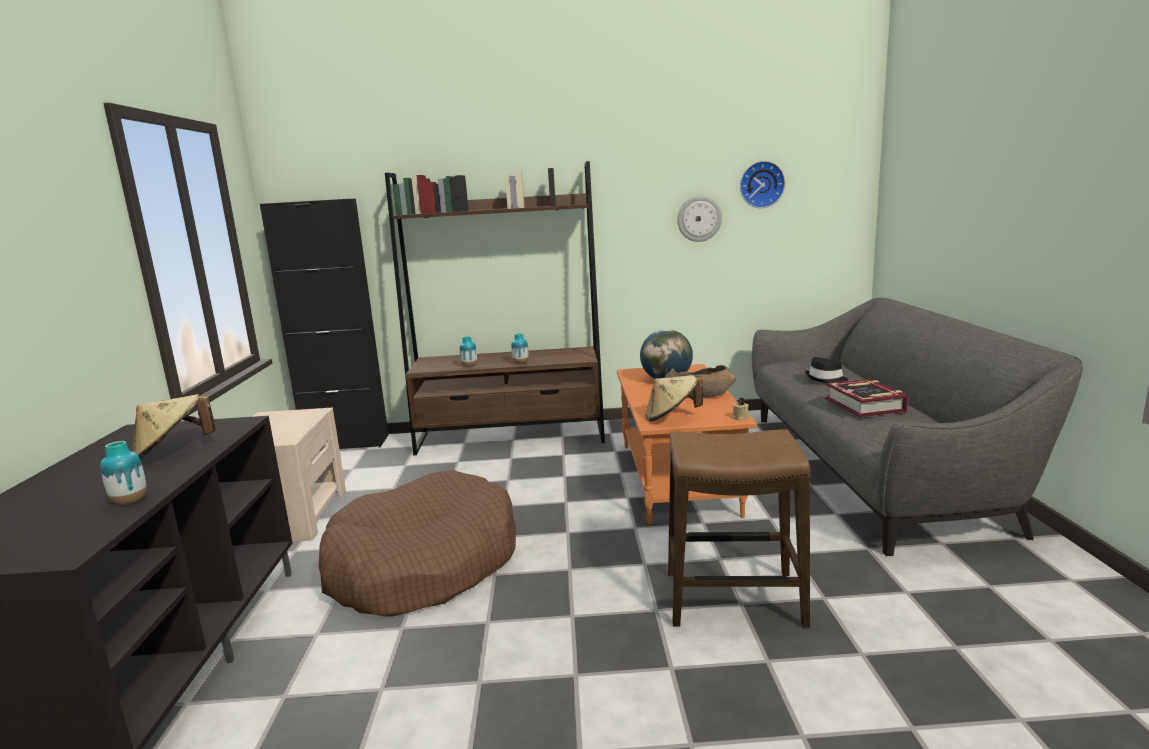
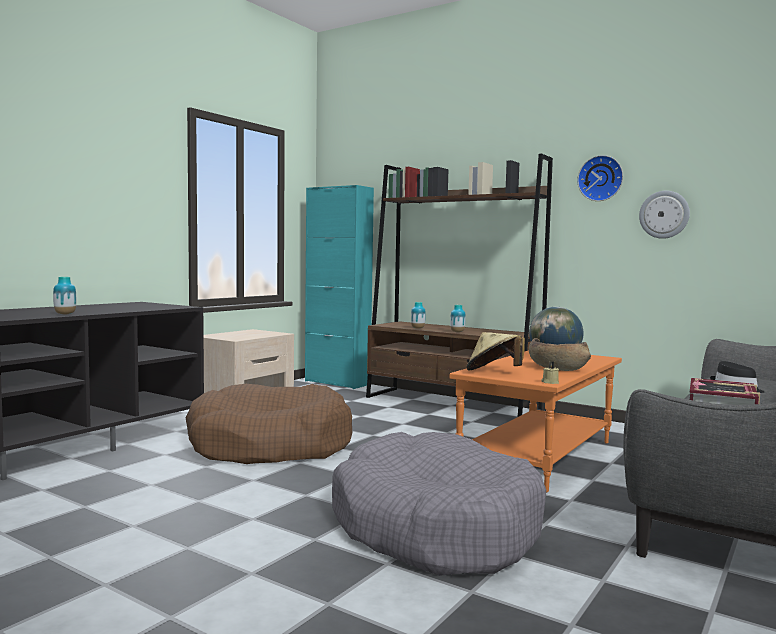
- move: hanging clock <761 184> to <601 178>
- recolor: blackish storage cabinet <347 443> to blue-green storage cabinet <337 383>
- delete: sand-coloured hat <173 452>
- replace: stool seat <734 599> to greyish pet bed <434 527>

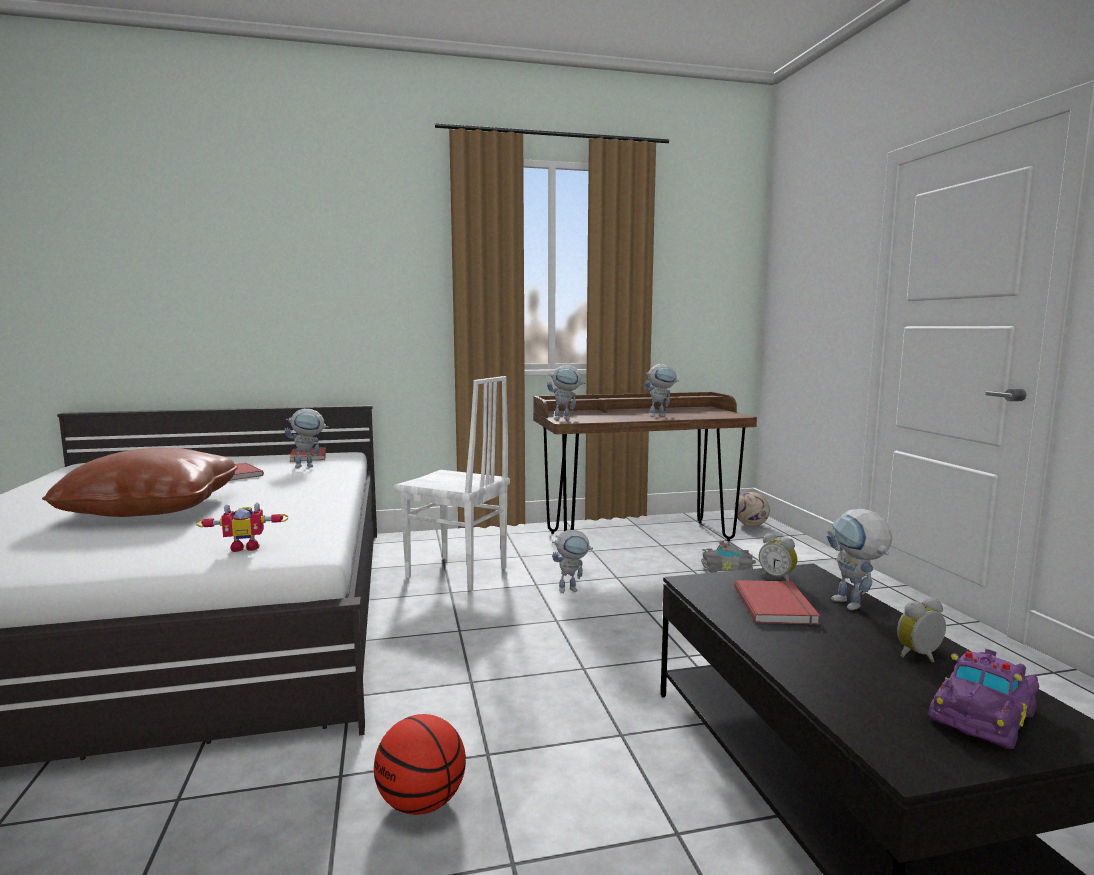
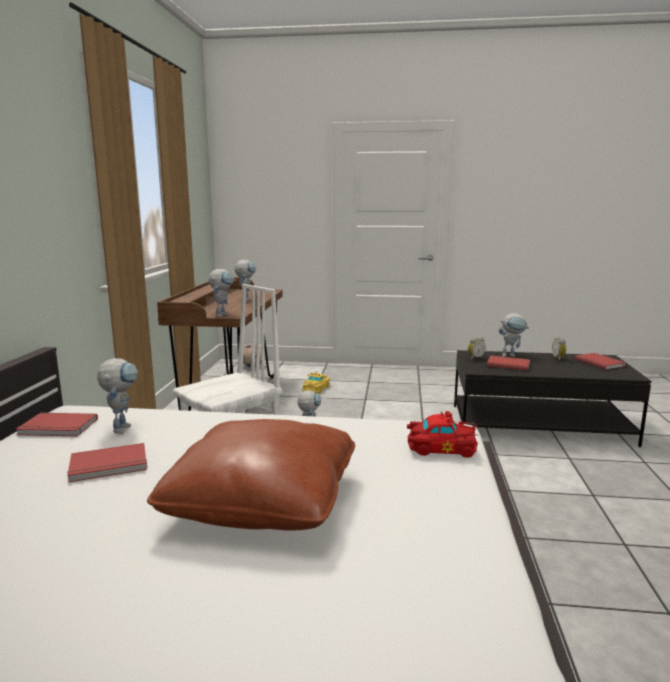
- replace: toy robot <246 547> to red-coloured toy car <439 448>
- recolor: greyish toy car <728 568> to yellow toy car <316 389>
- replace: purplish toy car <985 715> to red-coloured bound book <600 362>
- delete: basketball ball <422 803>

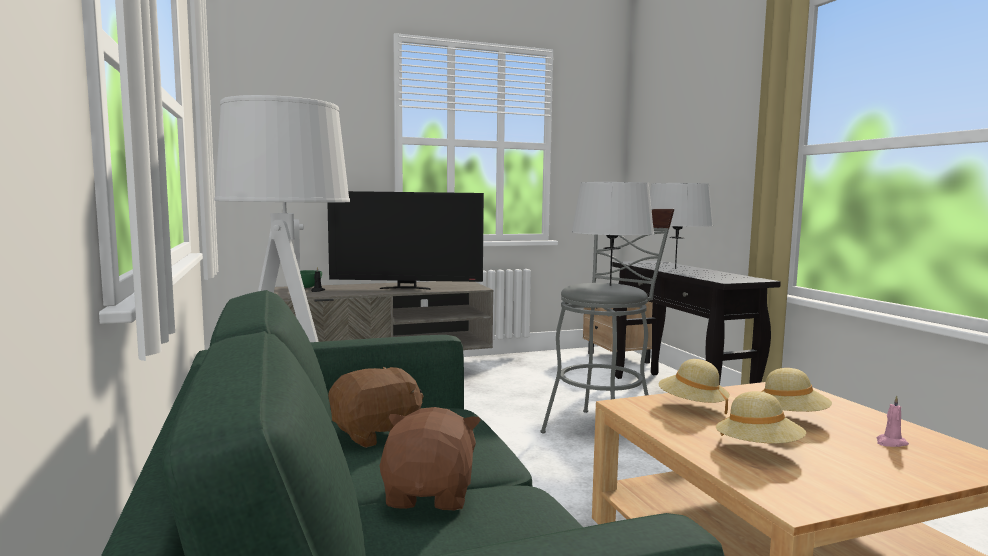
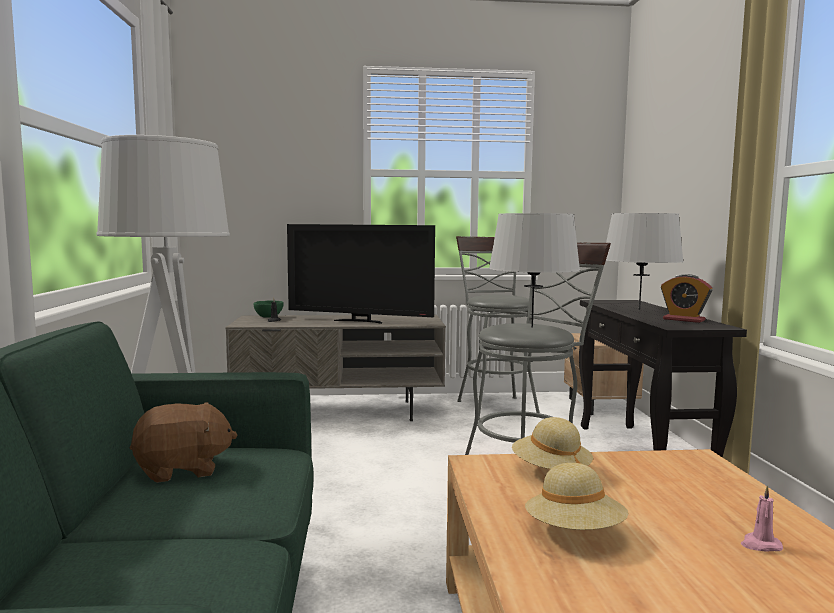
- delete: sand-coloured hat <790 418>
- delete: brown plush toy <430 494>
- insert: greyish stool seat <494 406>
- insert: alarm clock <684 320>

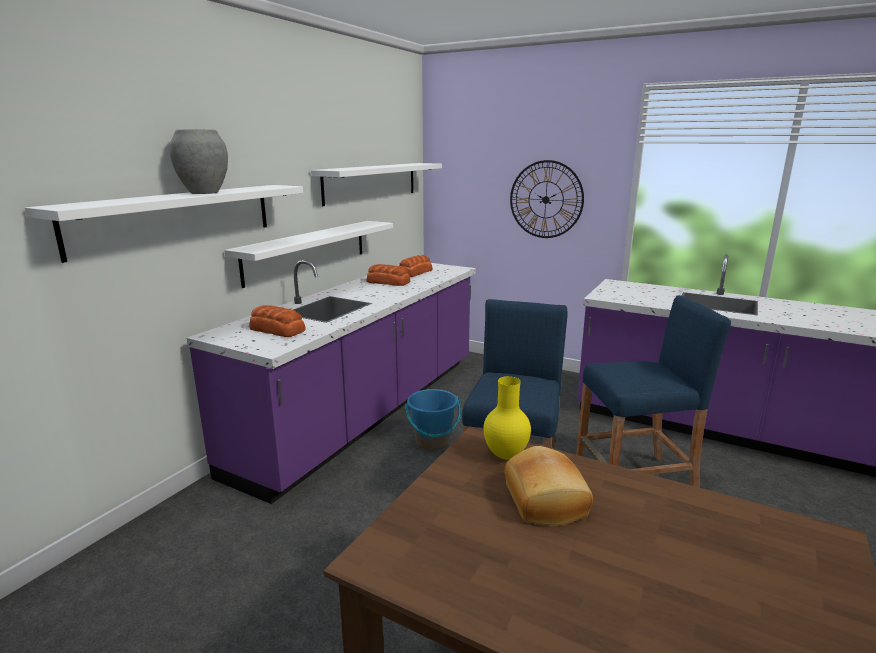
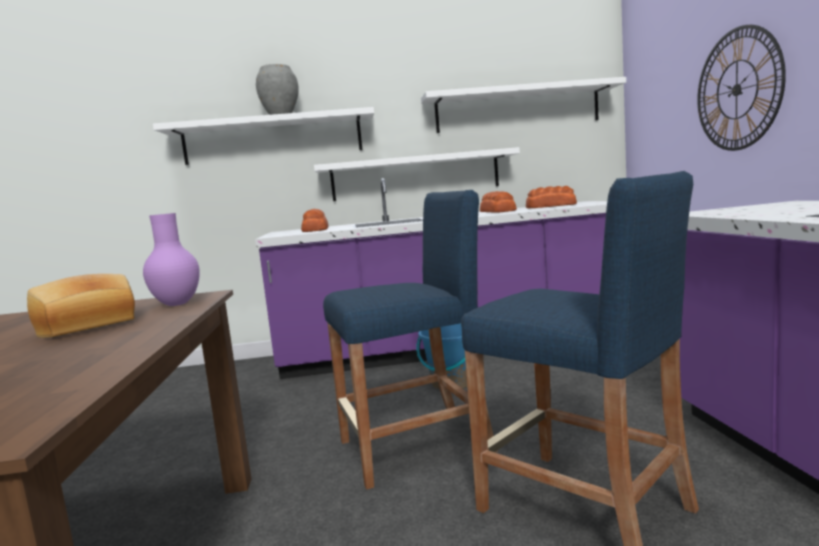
- recolor: yellow flower vase <506 456> to purplish flower vase <176 304>

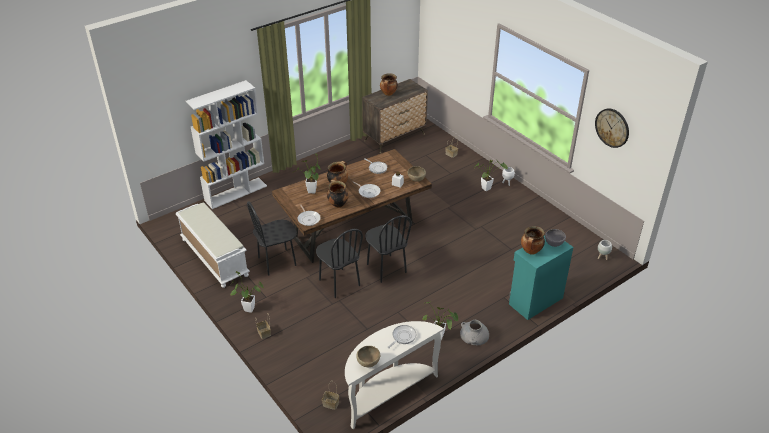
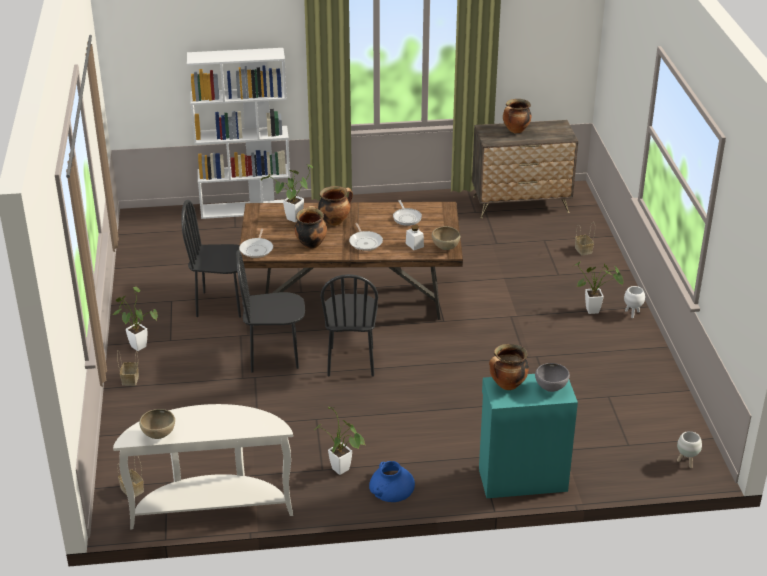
- delete: hanging clock <612 127>
- delete: white indoor bench <214 257>
- rotate: blackish upright chair <339 283> = <274 357> 90 degrees clockwise
- recolor: greyish flower vase <474 335> to blue-coloured flower vase <391 486>
- delete: frying pan <403 337>

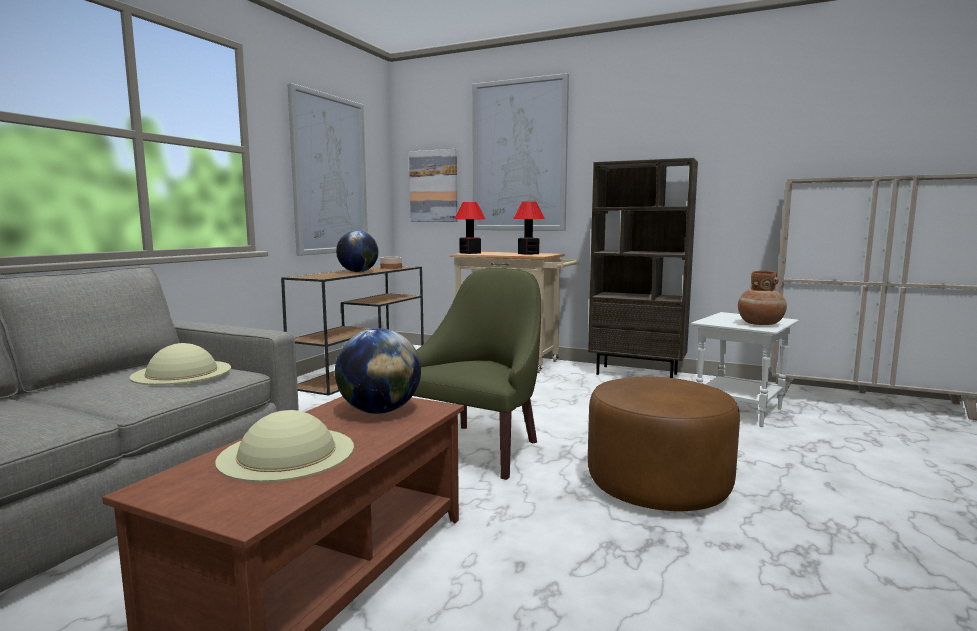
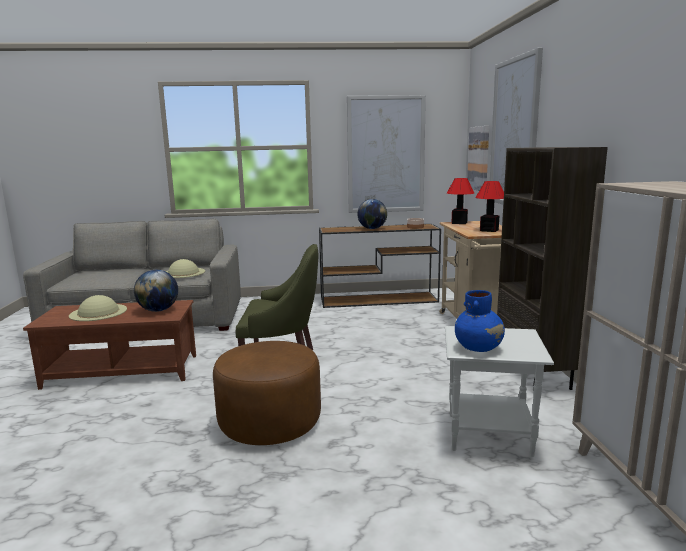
- recolor: brown flower vase <760 324> to blue-coloured flower vase <479 348>

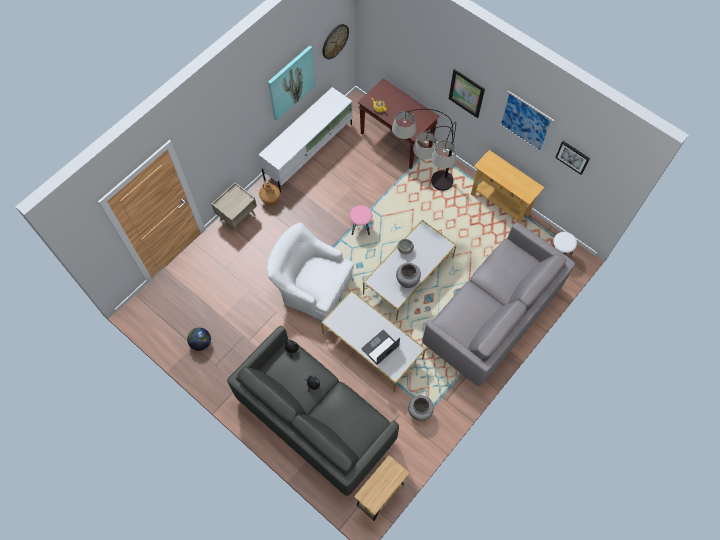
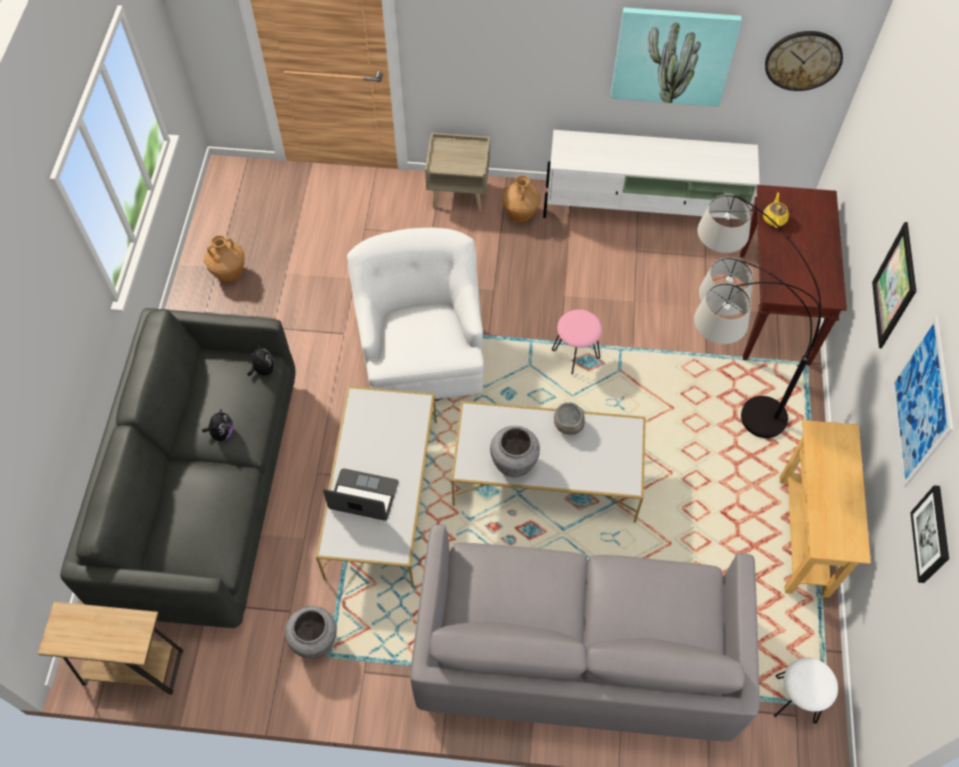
- replace: desk globe <201 343> to brown flower vase <230 273>

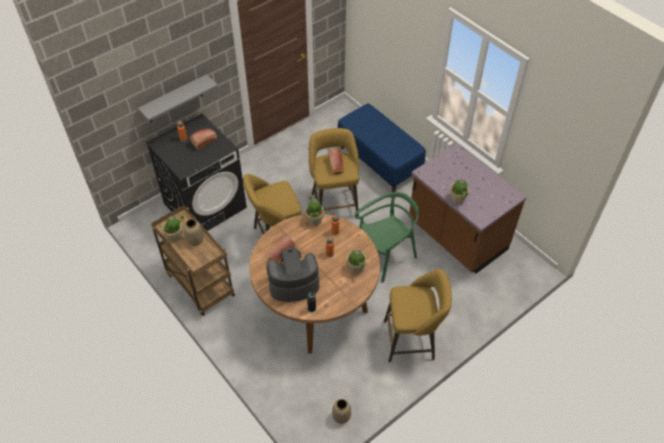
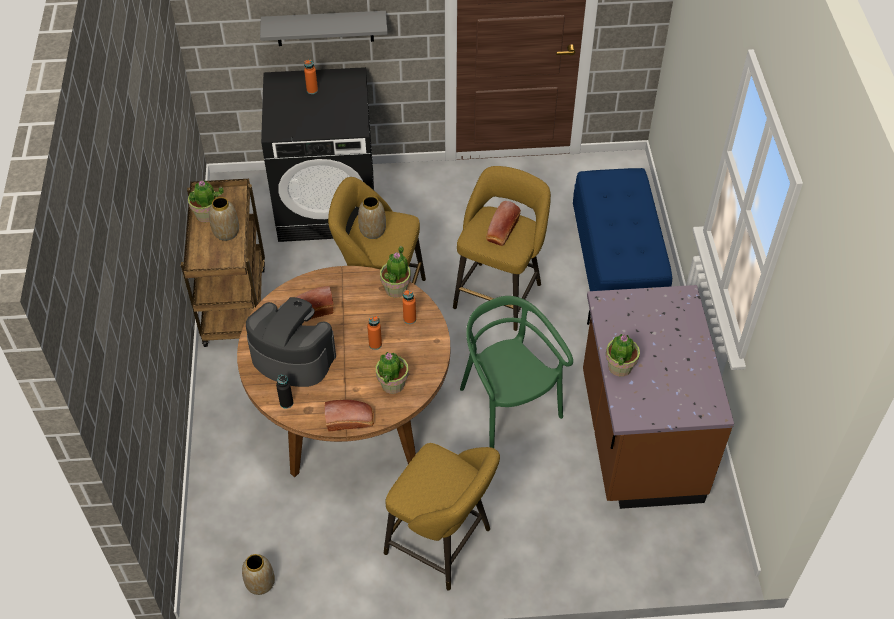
- move: bread <205 141> to <351 420>
- rotate: greenish upright chair <386 256> = <508 406> 120 degrees counterclockwise
- insert: flower vase <373 231>

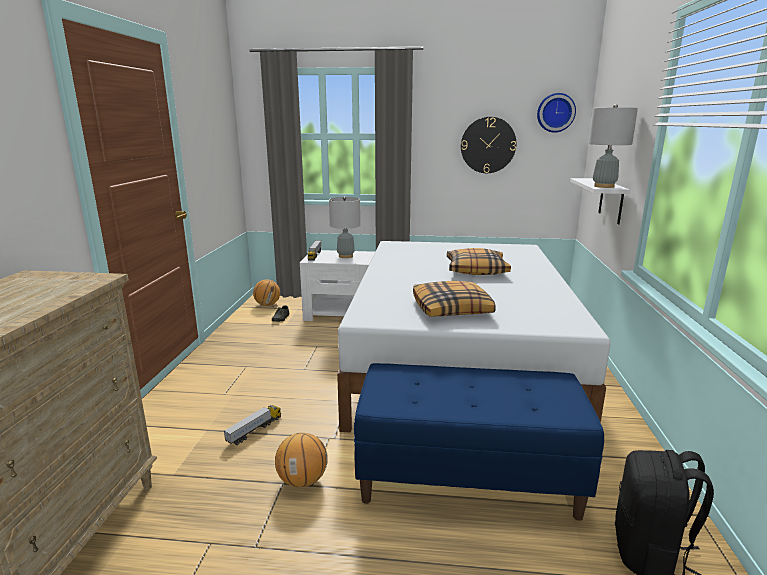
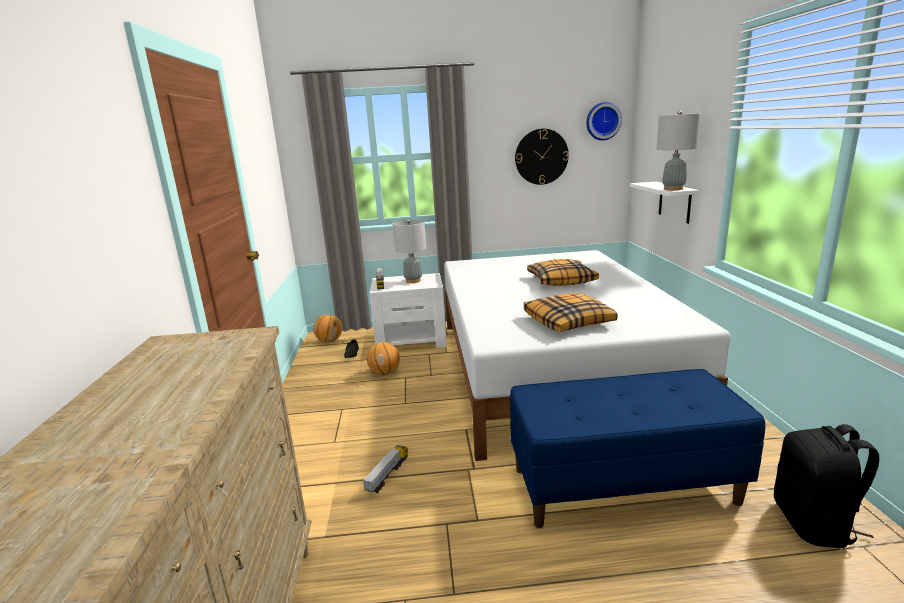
- move: basketball ball <302 480> to <385 373>

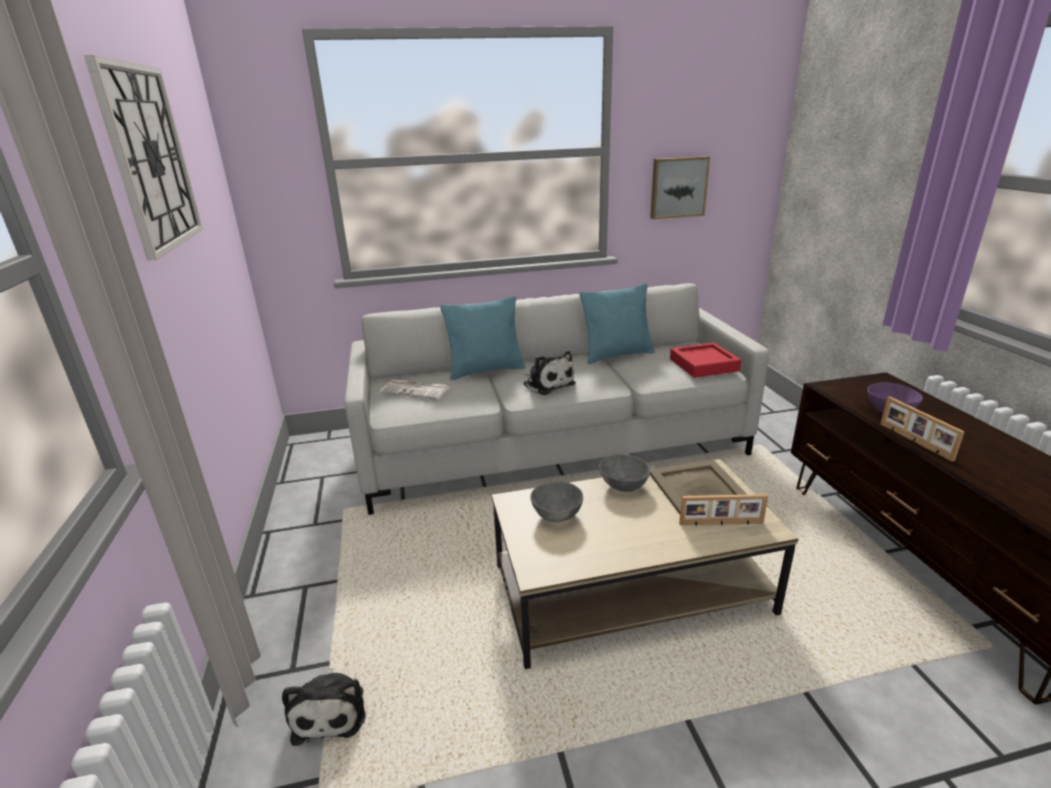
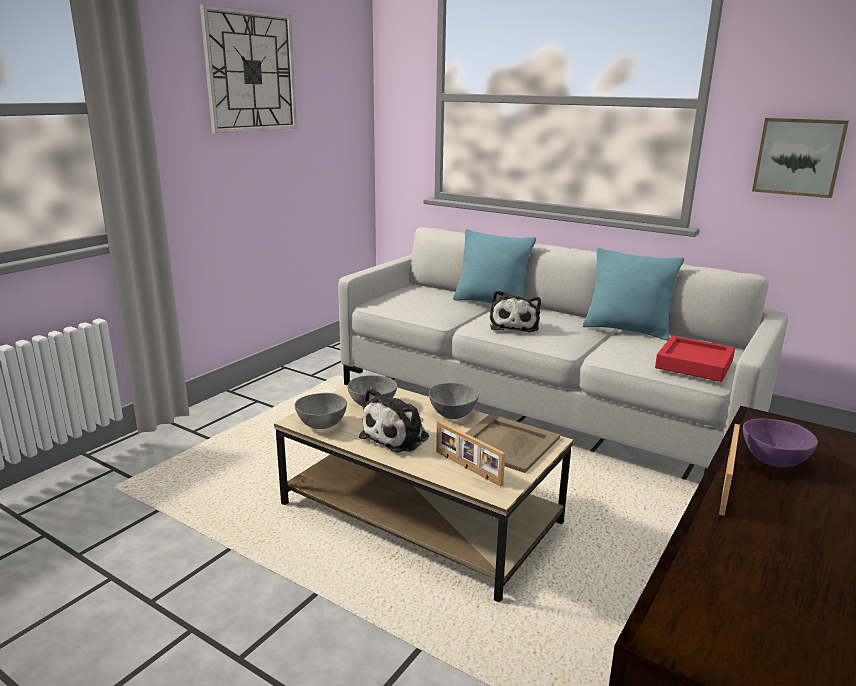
- delete: newspaper <417 390>
- move: plush toy <330 710> to <398 436>
- insert: greyish serving bowl <320 425>

